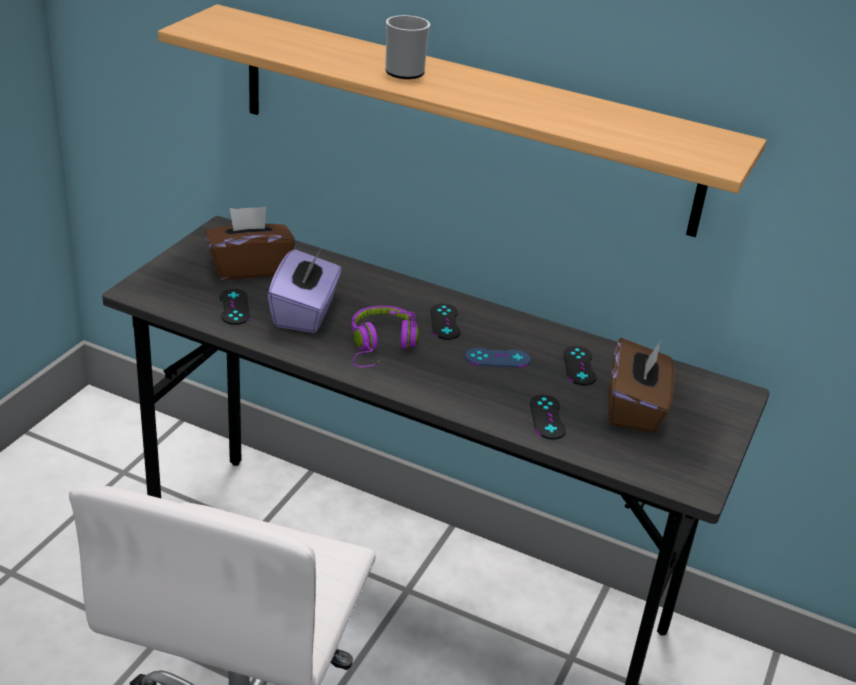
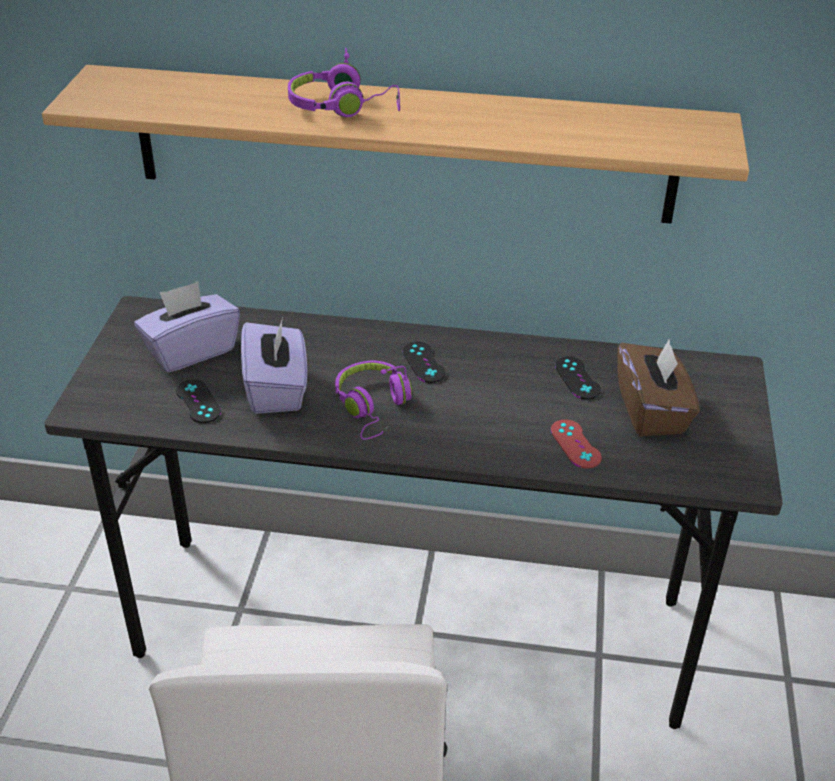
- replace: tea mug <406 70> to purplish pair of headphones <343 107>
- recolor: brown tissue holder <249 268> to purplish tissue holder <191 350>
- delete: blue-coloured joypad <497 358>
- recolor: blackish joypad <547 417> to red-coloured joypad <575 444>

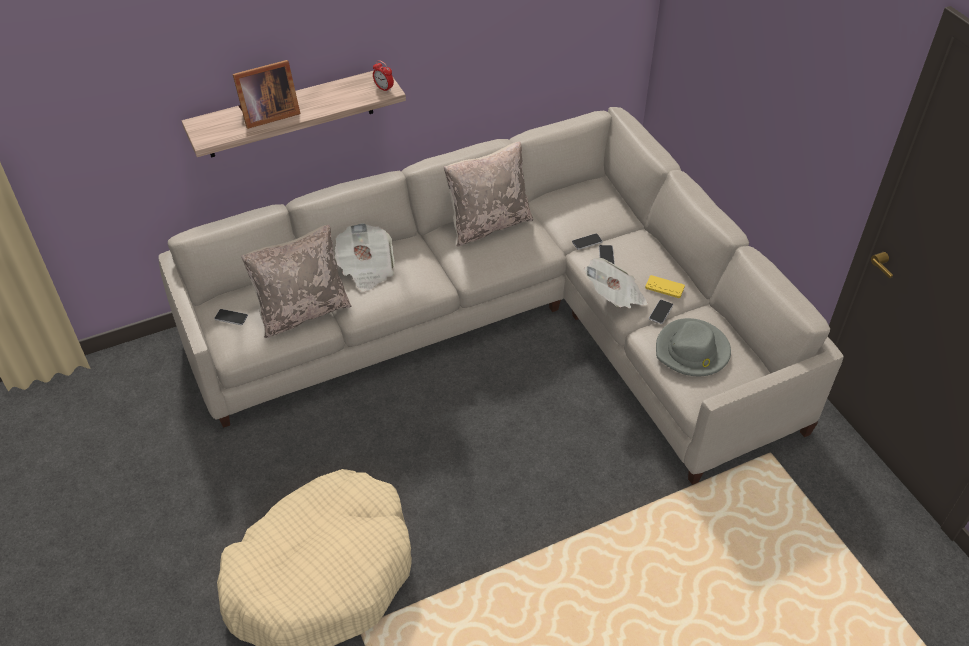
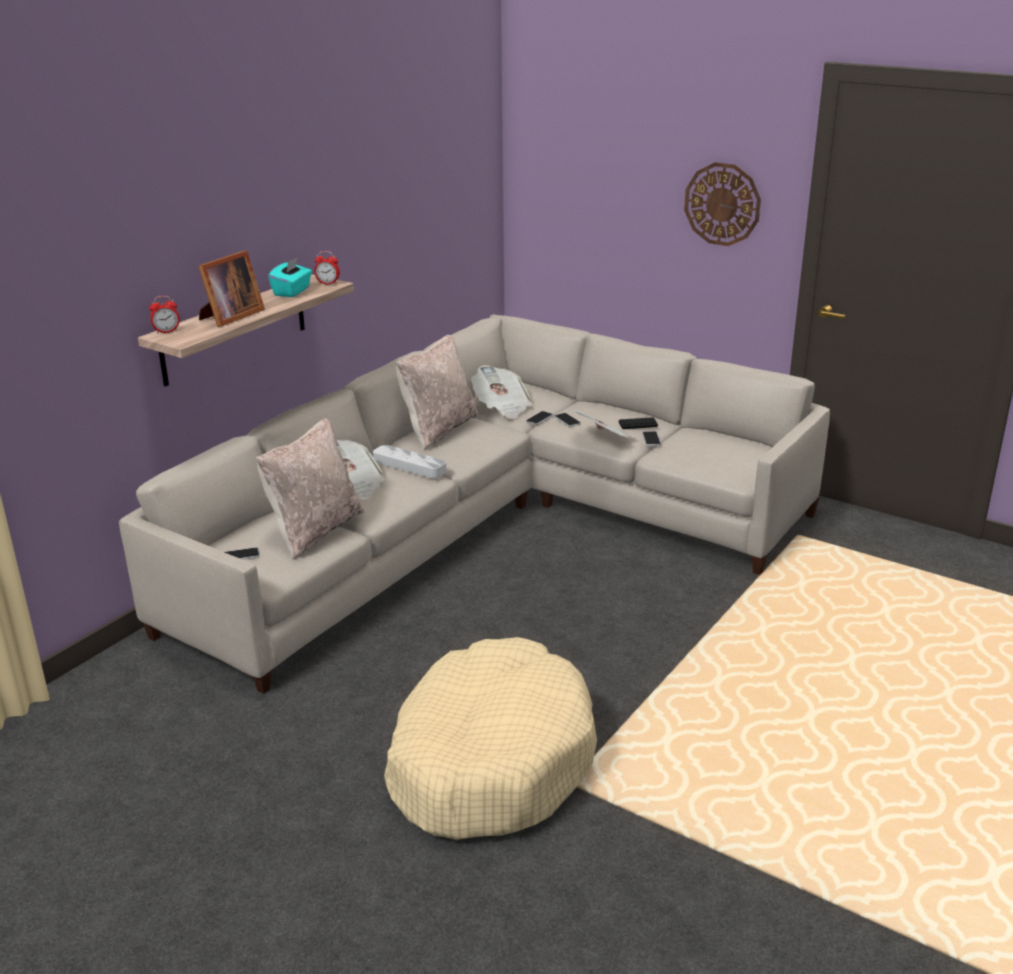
- recolor: yellow joypad <664 287> to blackish joypad <638 424>
- delete: greyish hat <692 351>
- insert: hanging clock <722 204>
- insert: blue-green tissue holder <292 292>
- insert: alarm clock <167 332>
- insert: newspaper <502 407>
- insert: greyish carrying tray <409 466>

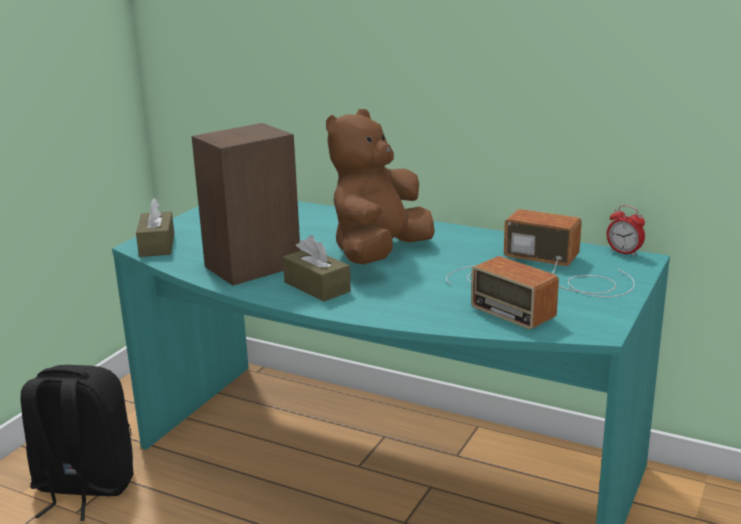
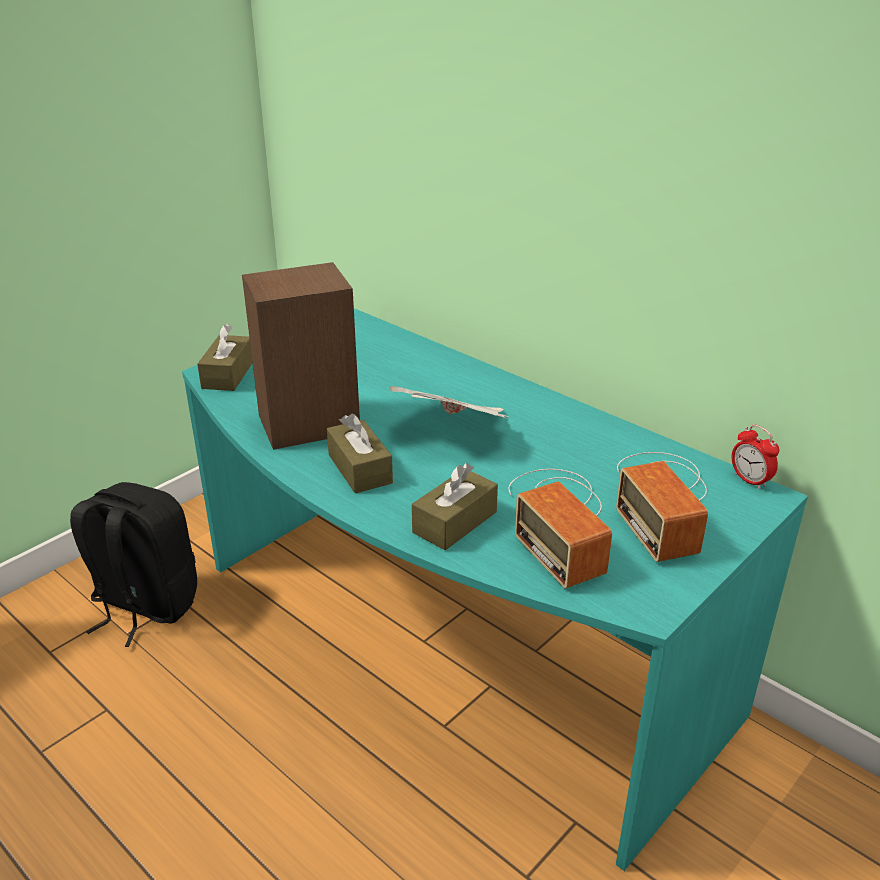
- replace: brown plush toy <379 254> to newspaper <454 430>
- rotate: radio <568 271> = <663 500> 150 degrees counterclockwise
- insert: brown tissue holder <455 522>

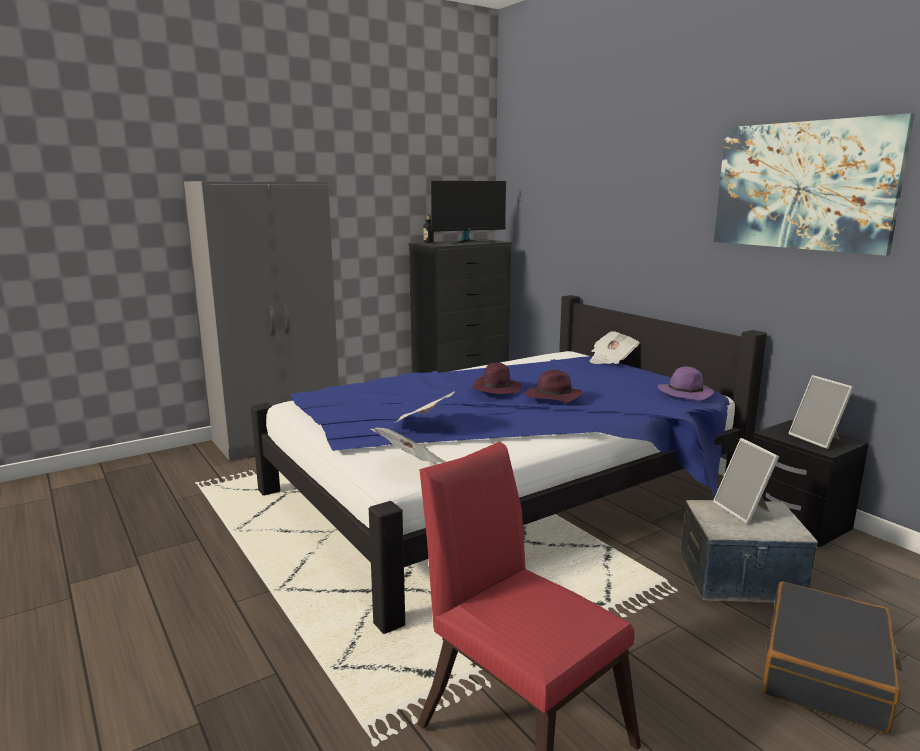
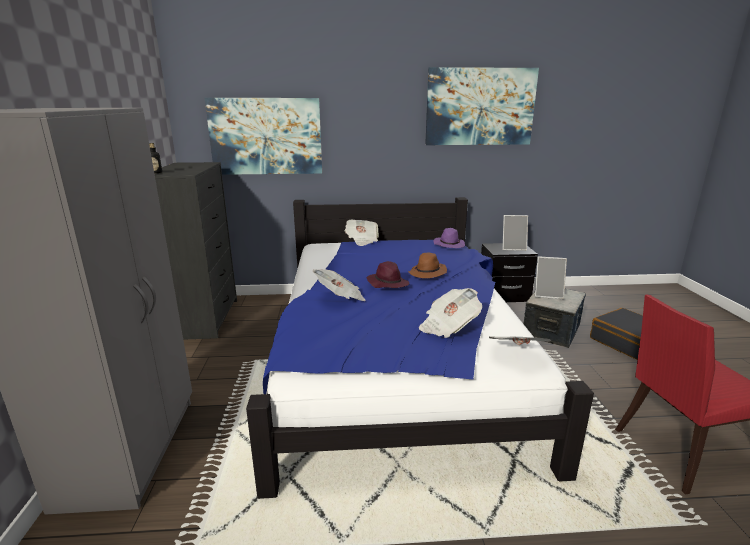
- delete: monitor <468 242>
- recolor: purplish hat <552 397> to brown hat <428 273>
- insert: picture <266 136>
- insert: newspaper <340 297>

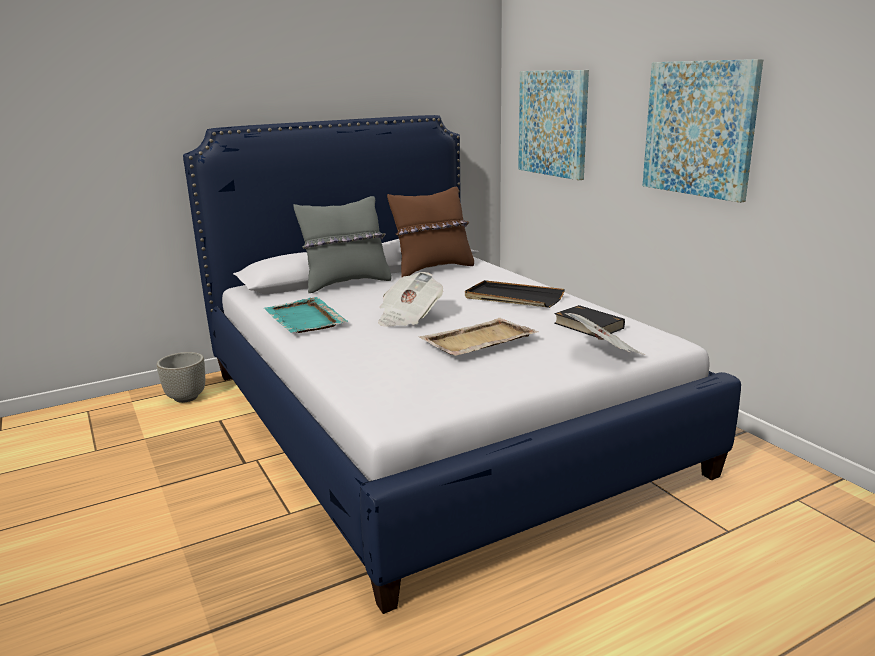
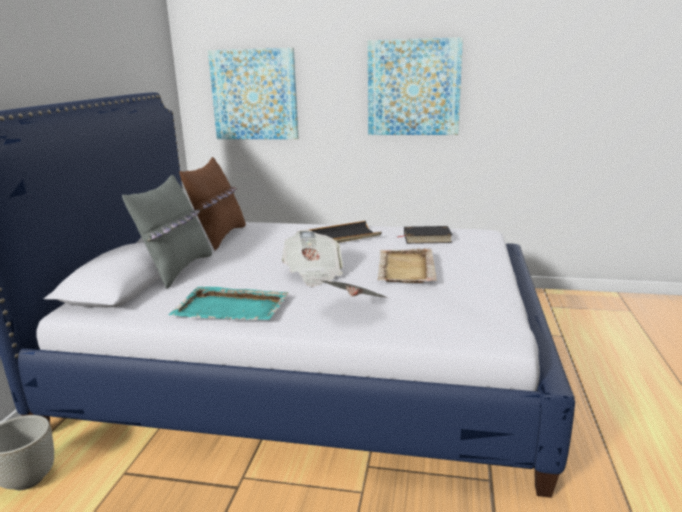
- move: newspaper <603 353> to <356 308>

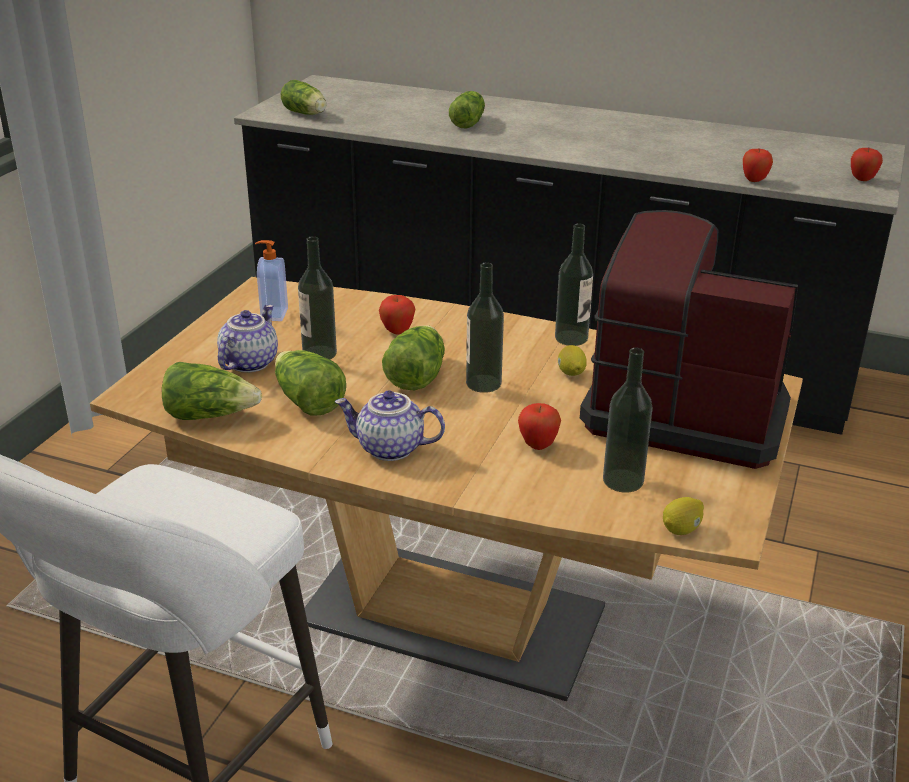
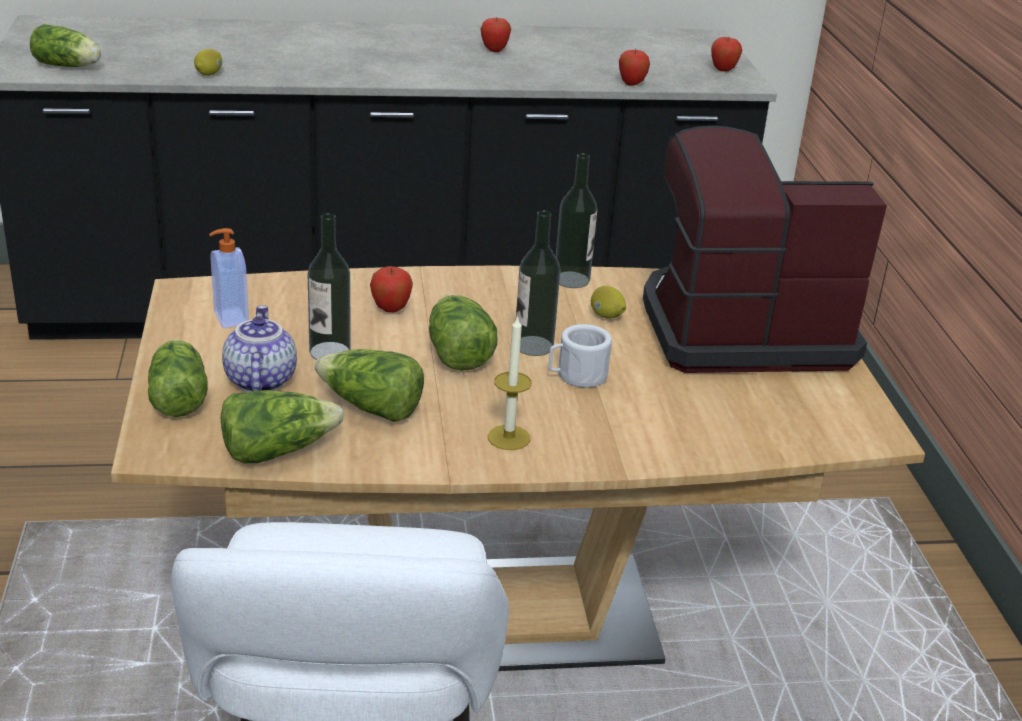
- move: lettuce head <468 122> to <178 395>
- delete: bottle <623 480>
- replace: teapot <389 449> to candle <509 437>
- move: apple <538 445> to <494 50>
- move: lemon <681 529> to <209 74>
- insert: white tea mug <576 376>

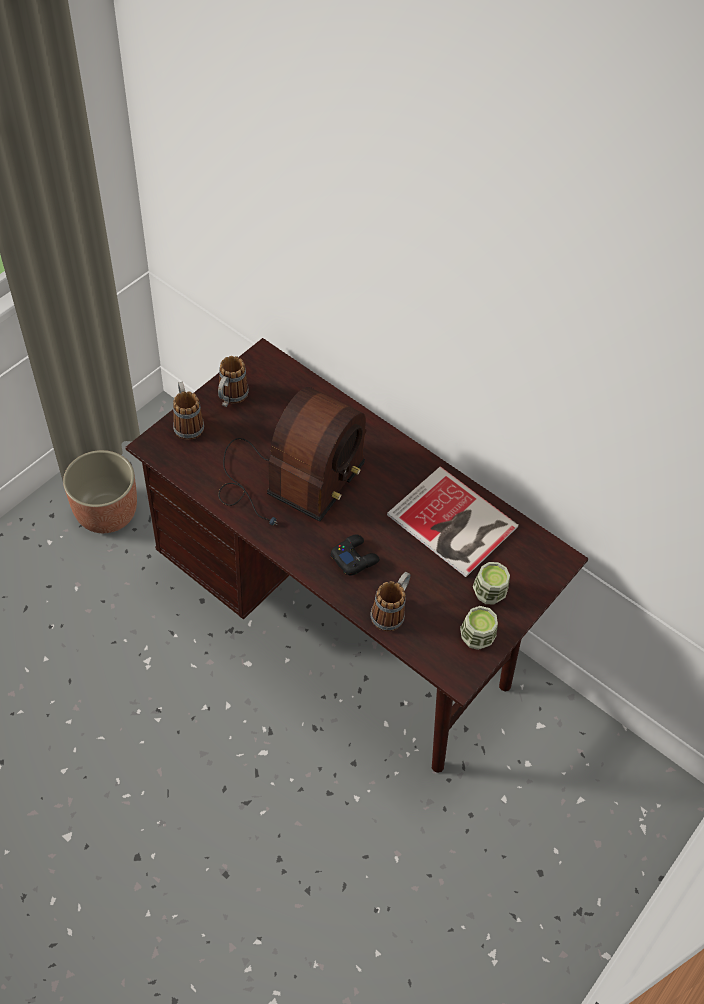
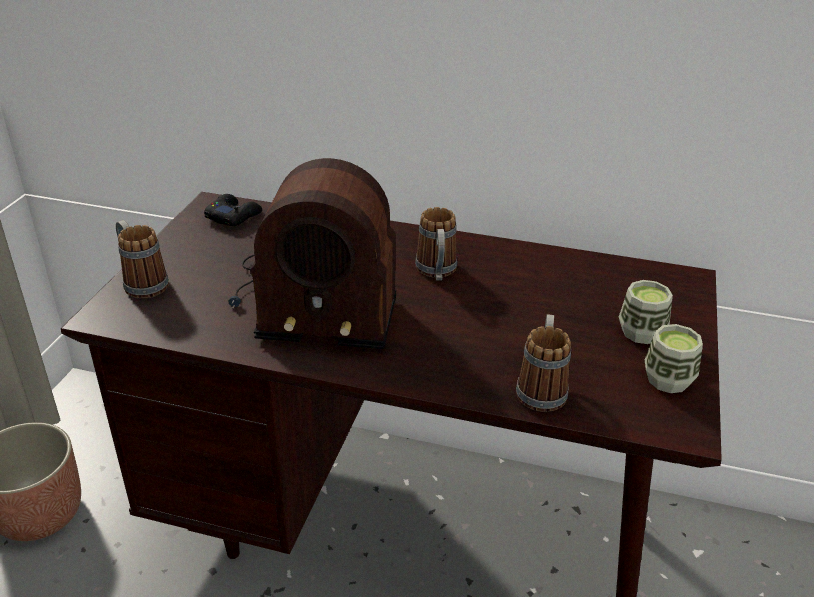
- move: tea mug <230 398> to <437 272>
- rotate: radio <289 480> = <312 299> 90 degrees clockwise
- delete: bound book <453 524>
- move: blackish joypad <354 558> to <233 216>

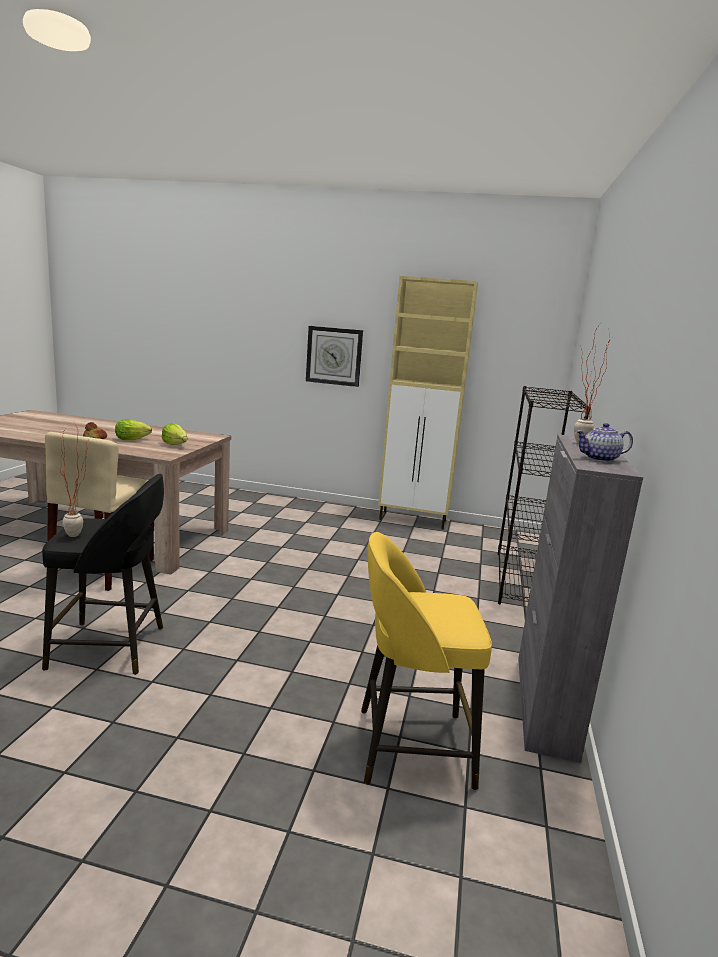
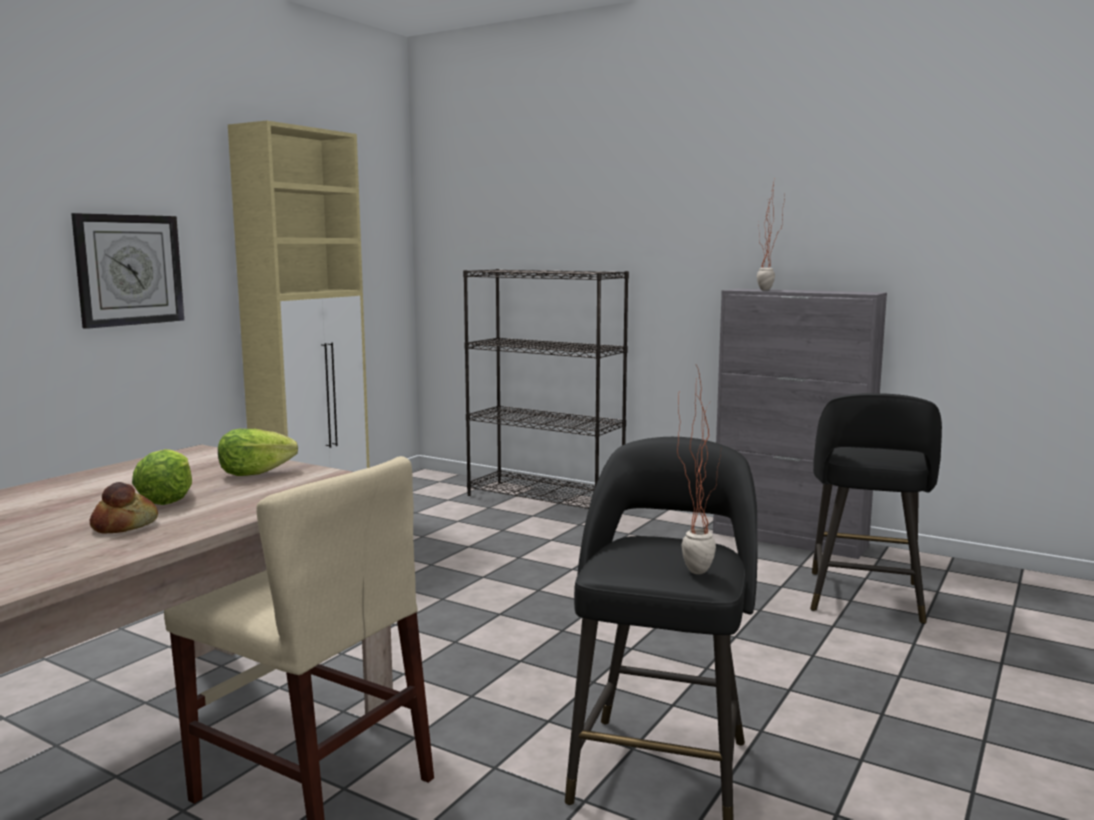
- delete: teapot <600 459>
- recolor: yellow stool seat <409 746> to blackish stool seat <865 598>

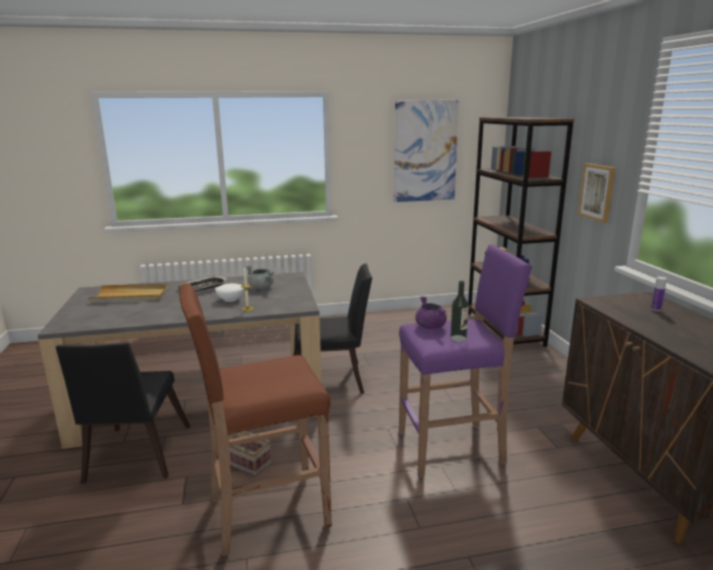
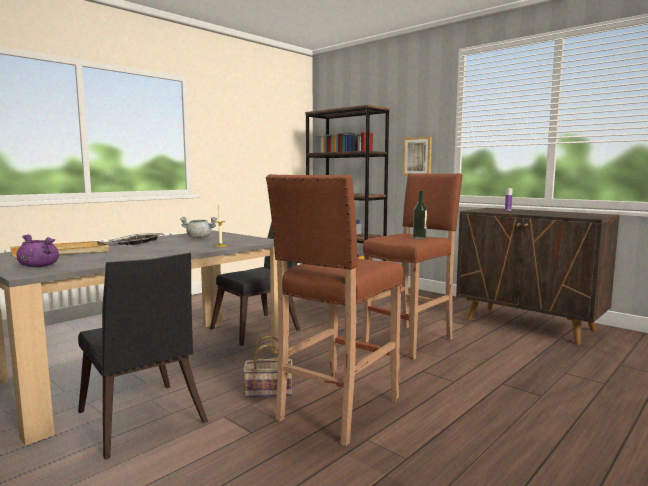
- delete: picture <425 151>
- recolor: purplish stool seat <453 448> to brown stool seat <410 341>
- delete: white serving bowl <230 299>
- move: purplish saucepot <430 326> to <38 266>

